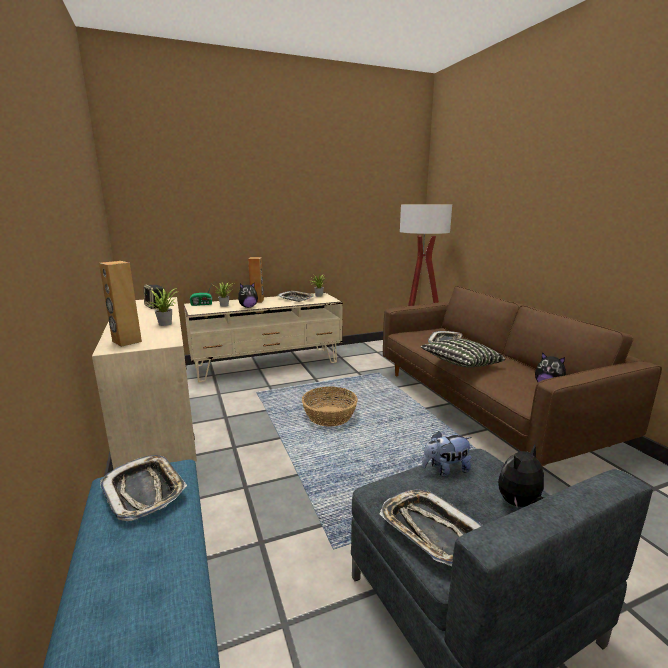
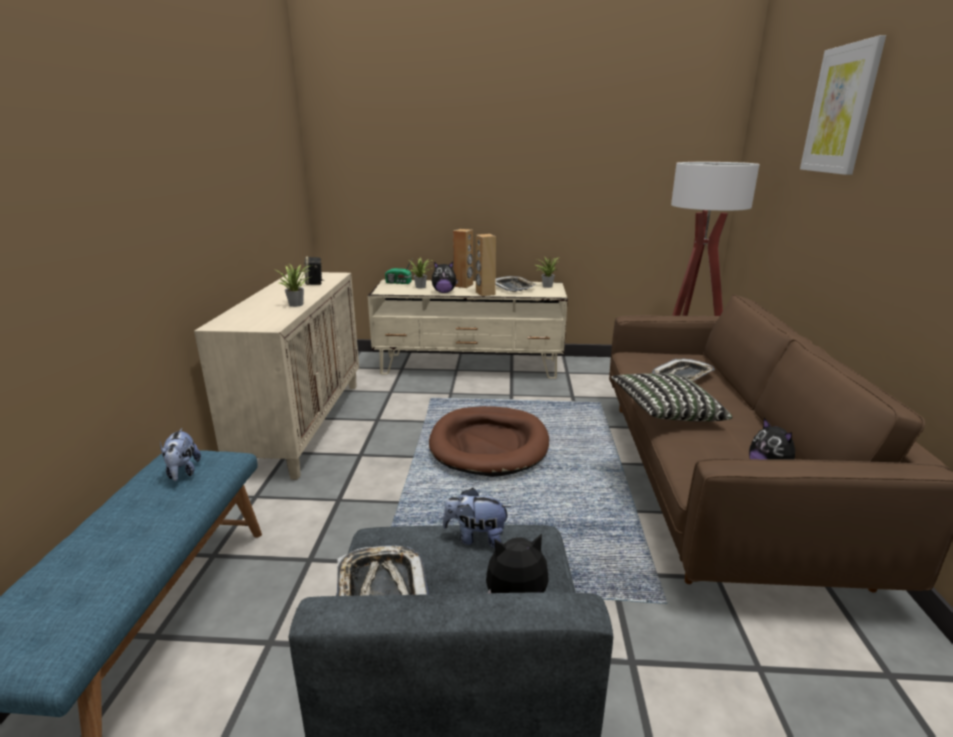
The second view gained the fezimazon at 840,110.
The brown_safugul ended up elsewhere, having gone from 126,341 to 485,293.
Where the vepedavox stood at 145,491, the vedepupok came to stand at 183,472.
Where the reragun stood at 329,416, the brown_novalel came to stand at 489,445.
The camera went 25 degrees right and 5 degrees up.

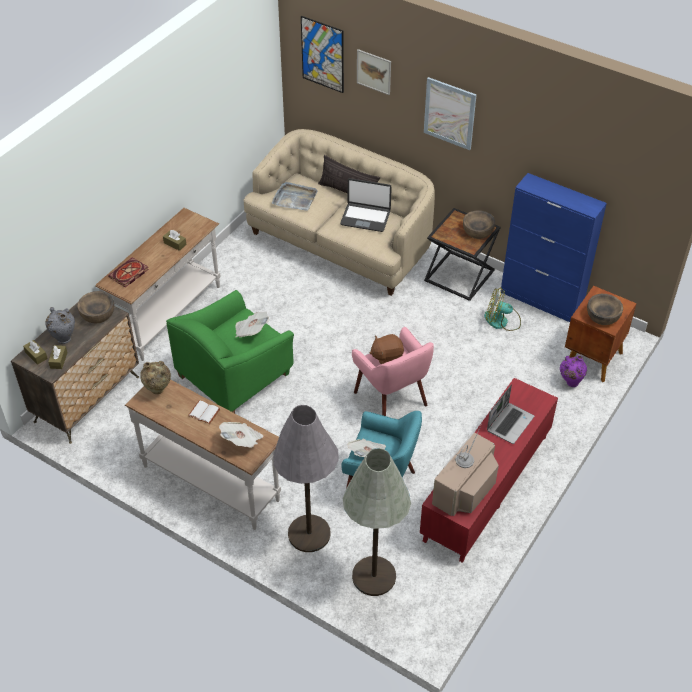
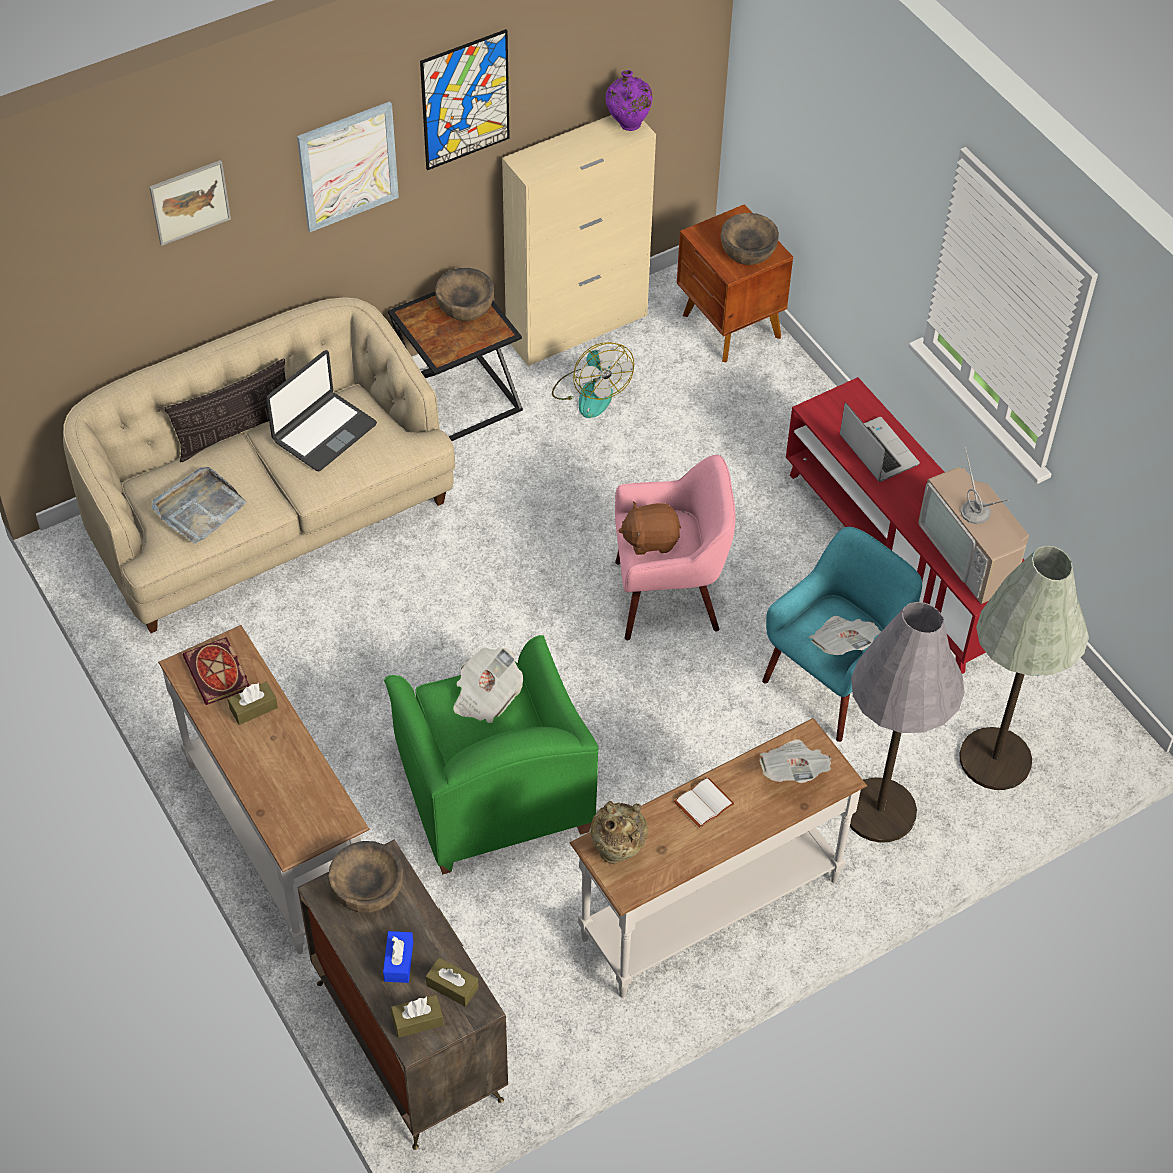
The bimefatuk ended up elsewhere, having gone from 128,274 to 219,674.
The fezimazon ended up elsewhere, having gone from 322,54 to 465,100.
The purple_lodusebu ended up elsewhere, having gone from 570,382 to 628,126.
Where the grey_lodusebu stood at 64,338, the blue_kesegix came to stand at 398,961.
What was the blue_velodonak at 541,300 turned into the beige_velodonak at 577,326.
The brown_vedepupok at 386,356 ended up facing another way, 75 degrees clockwise from before.
The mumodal at 501,321 ended up facing another way, 60 degrees counterclockwise from before.
The camera went 65 degrees left and 5 degrees up.

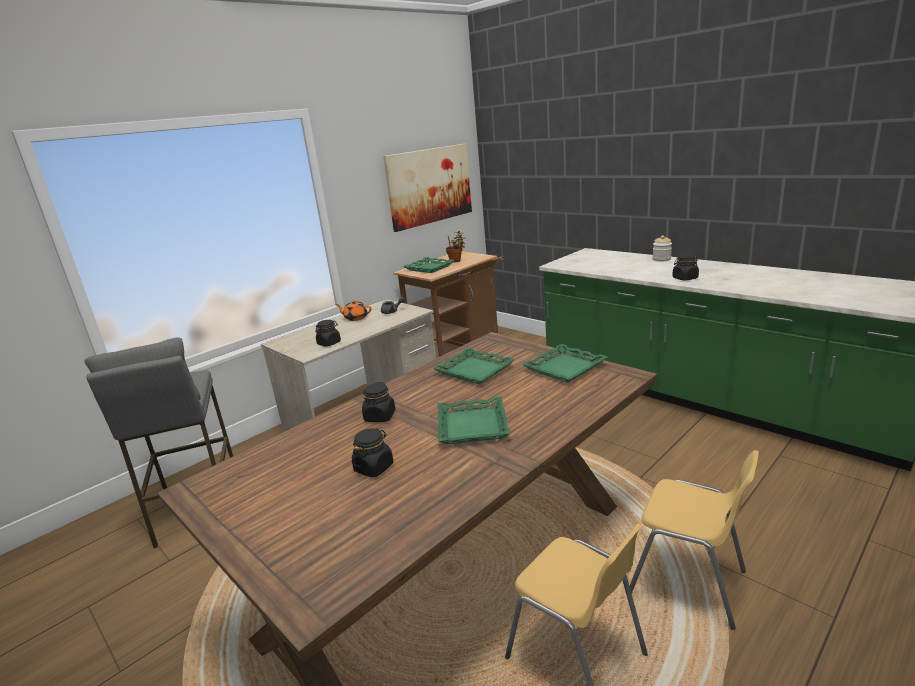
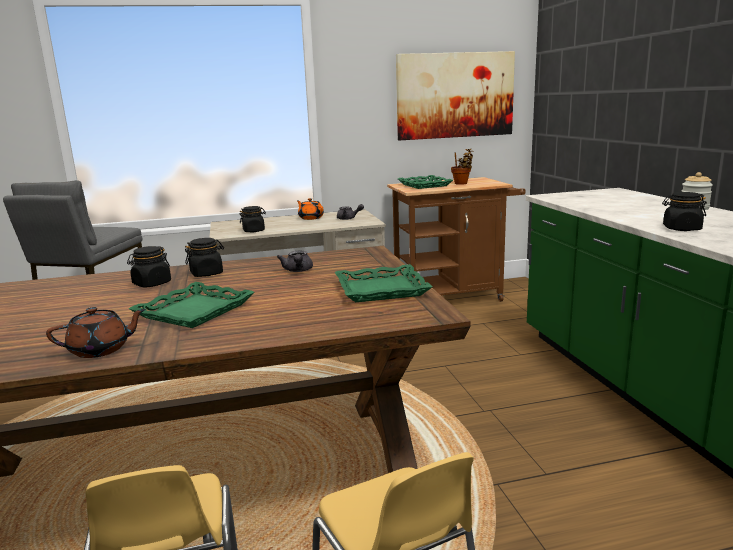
The second view gained the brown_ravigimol at 101,349.
The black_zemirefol ended up elsewhere, having gone from 374,467 to 207,273.
Where the green_vepedavox stood at 475,370, the grey_ravigimol came to stand at 298,271.
The camera went 30 degrees right and 5 degrees down.

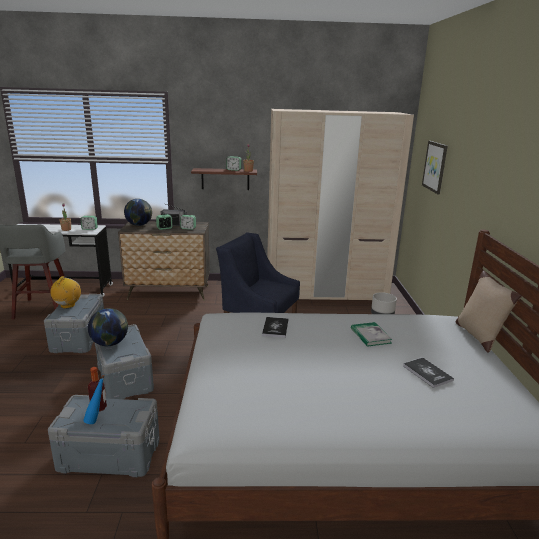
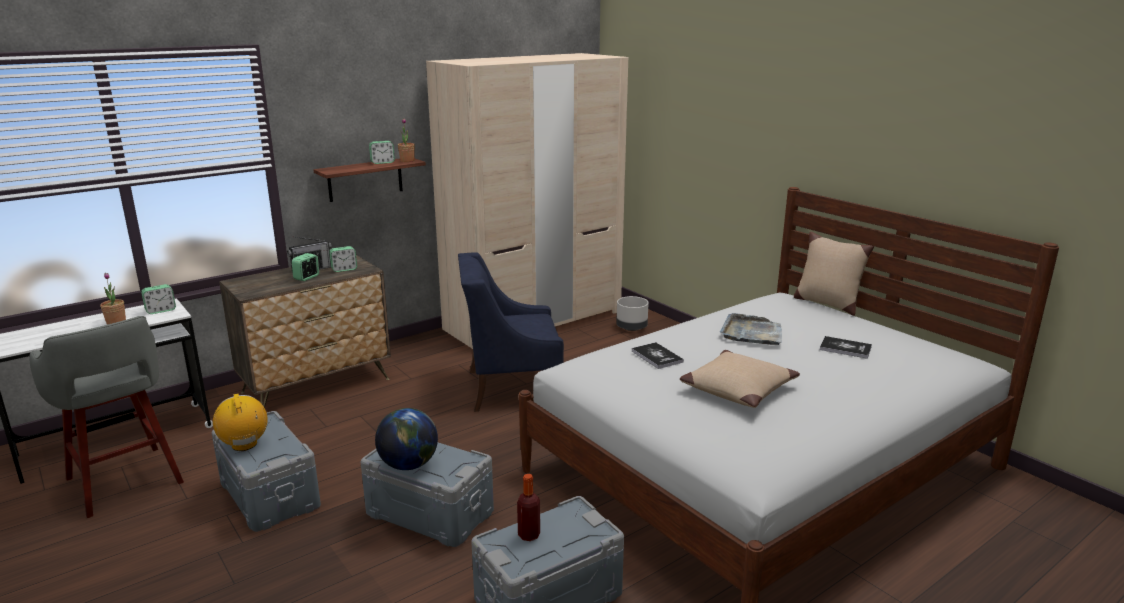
The second view lost the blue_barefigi at 97,419.
The second view lost the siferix at 139,225.
The second view lost the fezimazon at 435,166.
The second view gained the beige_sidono at 737,389.
Where the bimefatuk stood at 370,336, the grey_vepedavox came to stand at 752,333.
The camera went 35 degrees left and 0 degrees up.

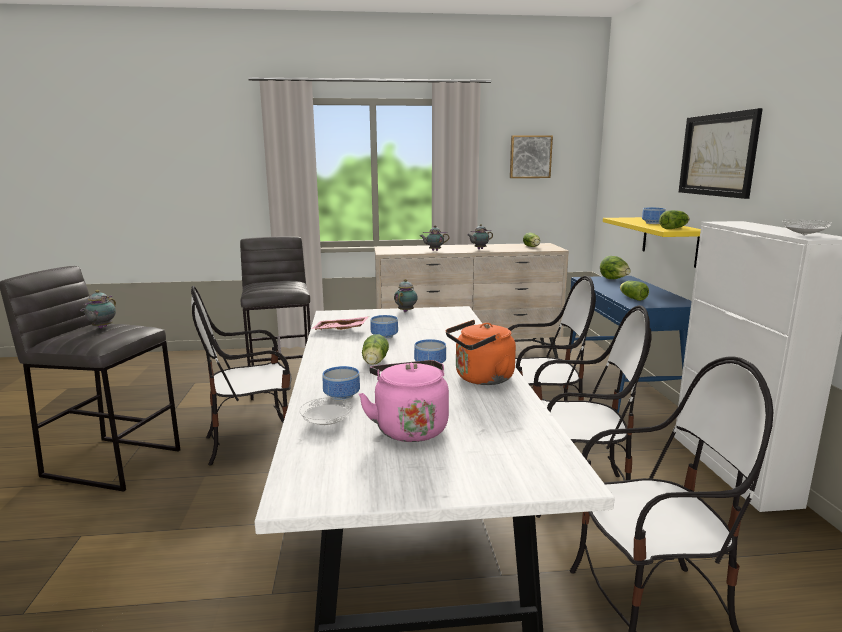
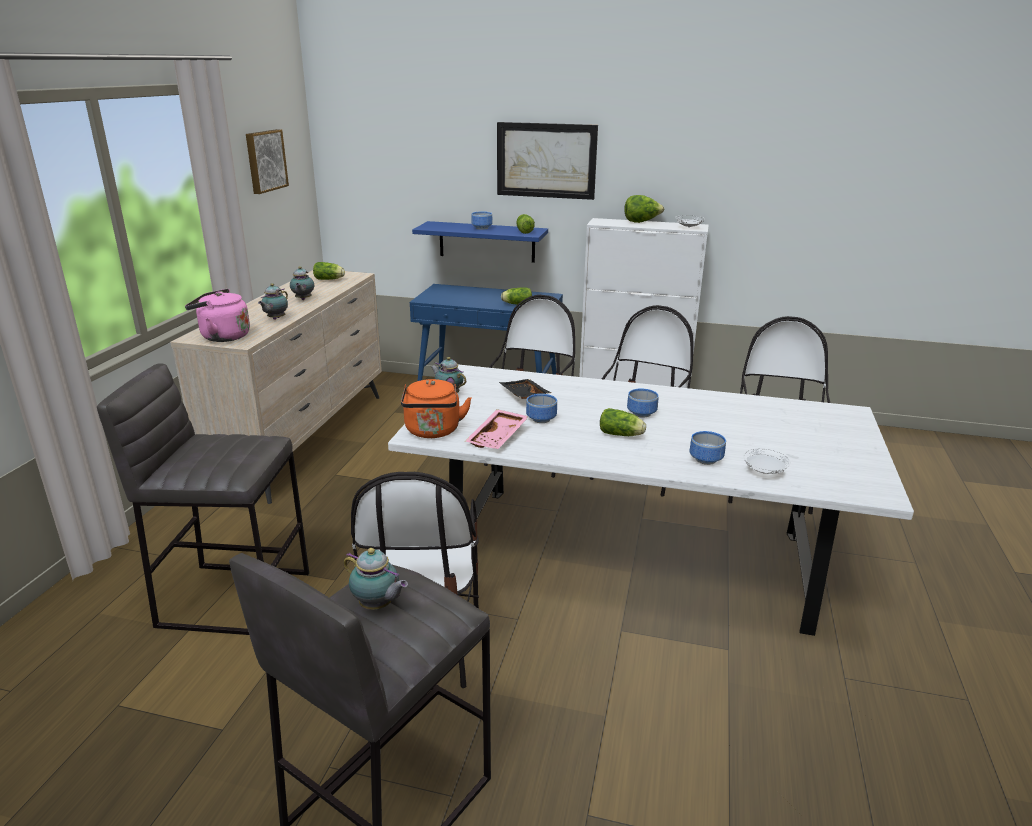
The second view gained the black_vepedavox at 523,396.
The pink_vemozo ended up elsewhere, having gone from 409,428 to 222,337.
The orange_vemozo ended up elsewhere, having gone from 481,379 to 433,432.
The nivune ended up elsewhere, having gone from 614,280 to 641,222.
What was the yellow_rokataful at 669,241 turned into the blue_rokataful at 486,242.
The camera went 70 degrees left and 10 degrees up.

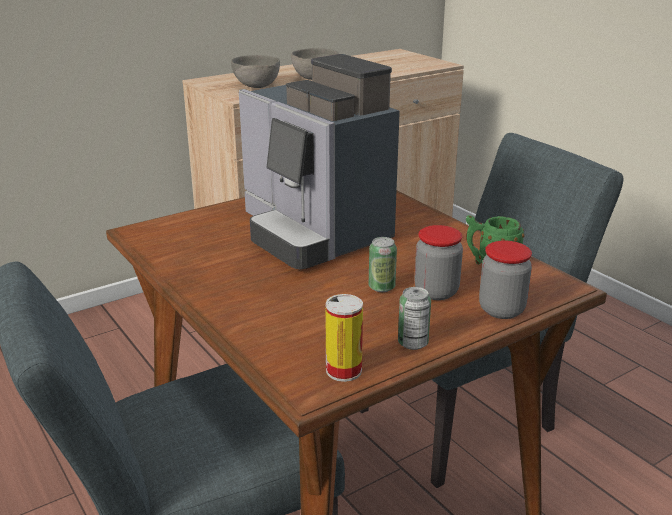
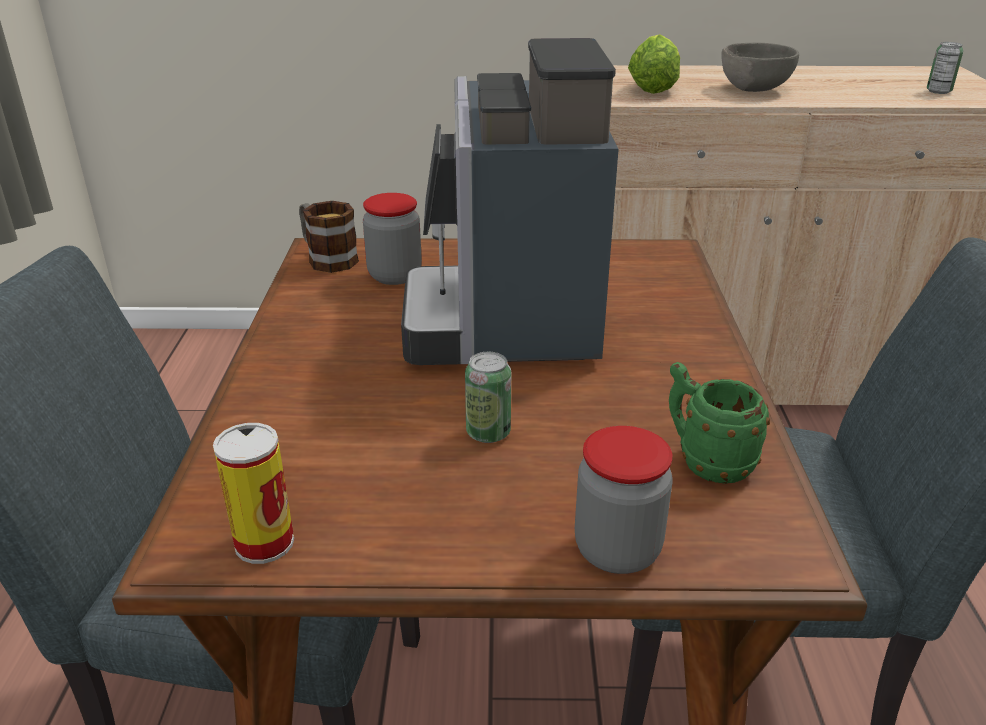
The second view gained the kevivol at 327,258.
The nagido ended up elsewhere, having gone from 413,343 to 938,91.
The zemirefol ended up elsewhere, having gone from 436,292 to 394,276.
Where the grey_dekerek stood at 256,86, the nivune came to stand at 653,88.
The camera went 35 degrees right and 5 degrees up.

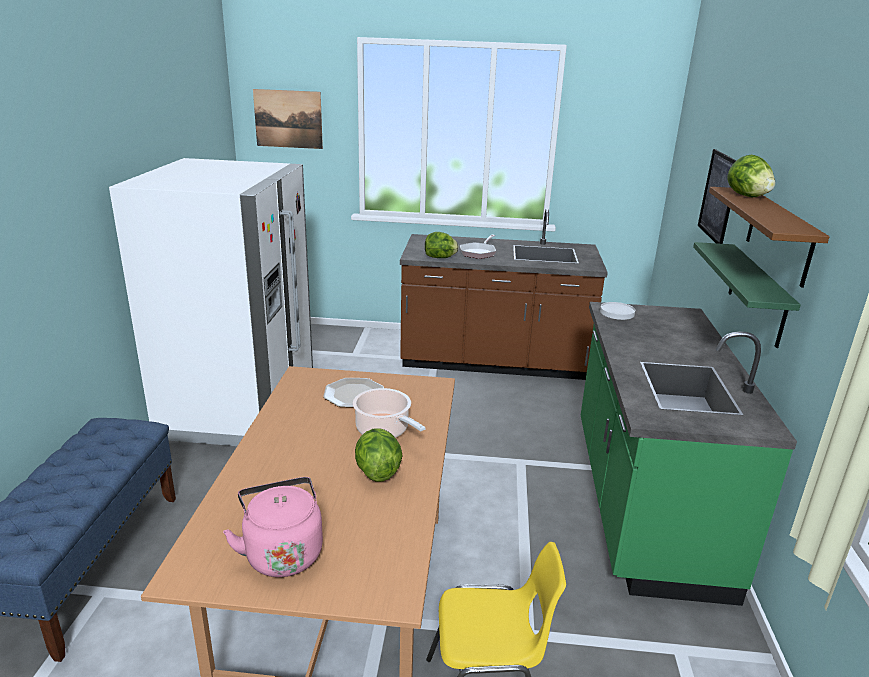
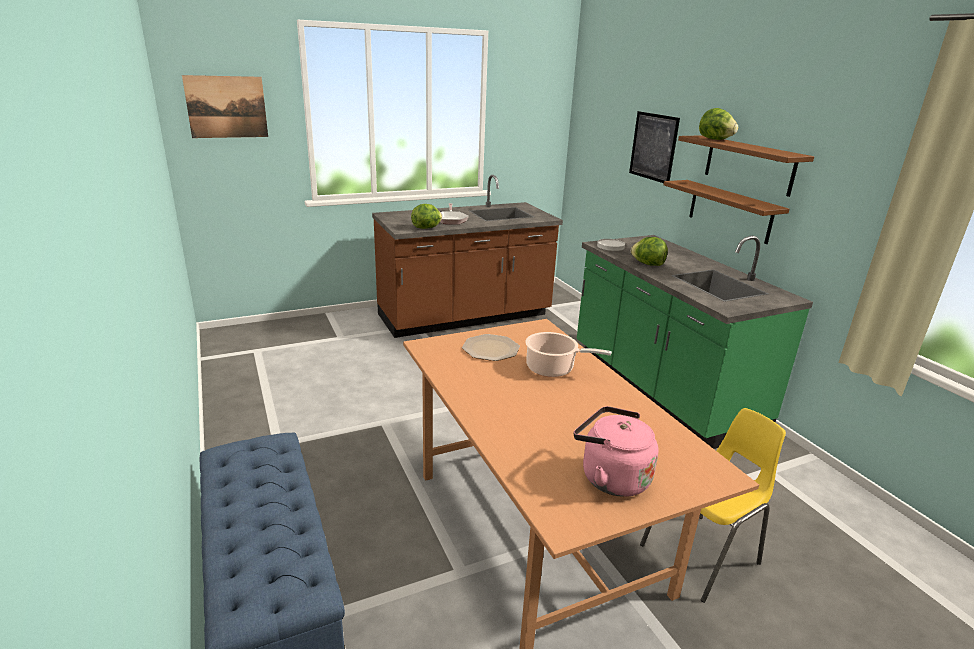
The second view lost the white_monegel at 240,408.
The nivune ended up elsewhere, having gone from 377,471 to 647,264.
What was the green_rokataful at 757,294 turned into the brown_rokataful at 729,211.
The camera went 30 degrees left and 0 degrees up.

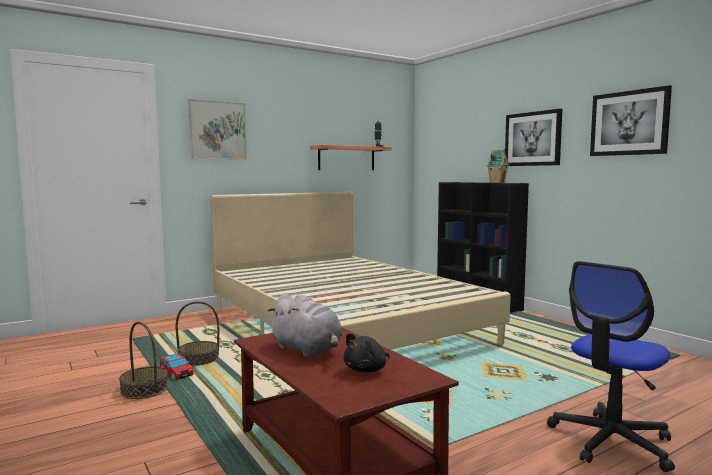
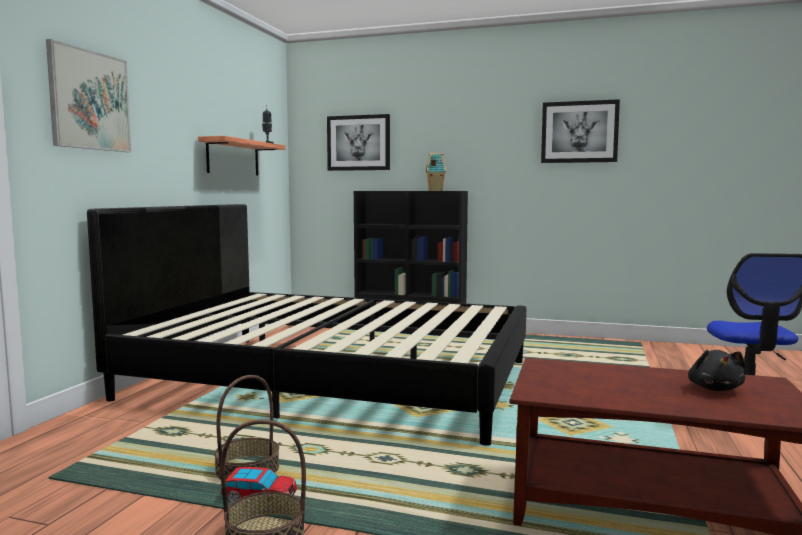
The second view lost the grey_vedepupok at 308,350.
The fezimazon ended up elsewhere, having gone from 533,139 to 358,143.
What was the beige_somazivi at 344,325 turned into the black_somazivi at 333,379.
The camera went 40 degrees left and 0 degrees up.

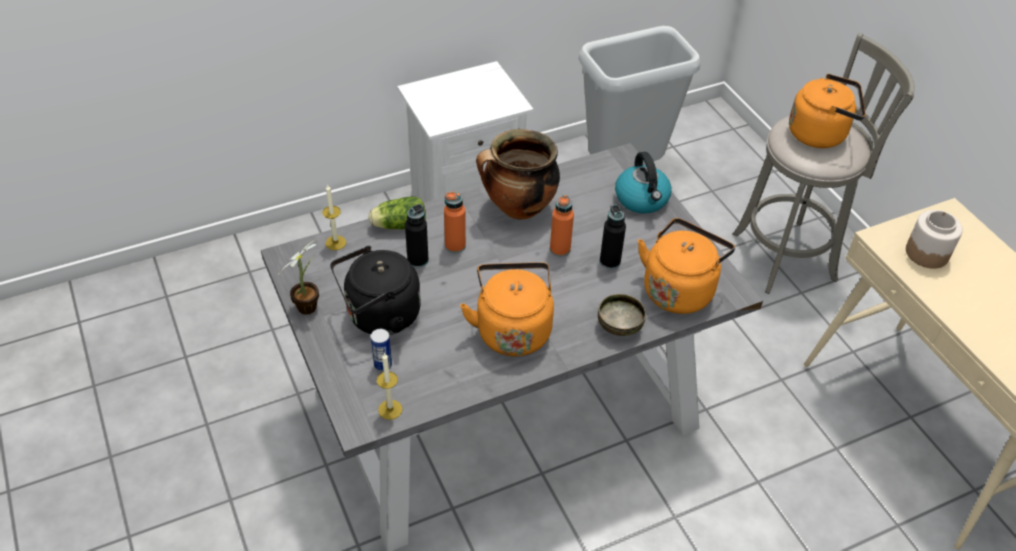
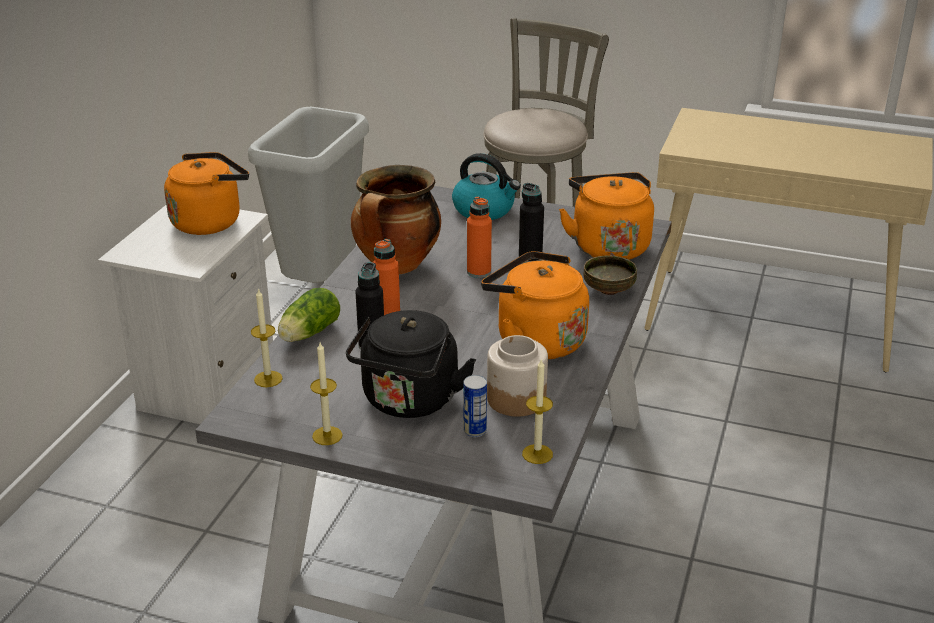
The orange_vemozo ended up elsewhere, having gone from 820,134 to 210,221.
The zemirefol ended up elsewhere, having gone from 927,253 to 516,399.
Where the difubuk stood at 310,305, the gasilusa came to stand at 327,436.
The camera went 45 degrees left and 15 degrees down.

